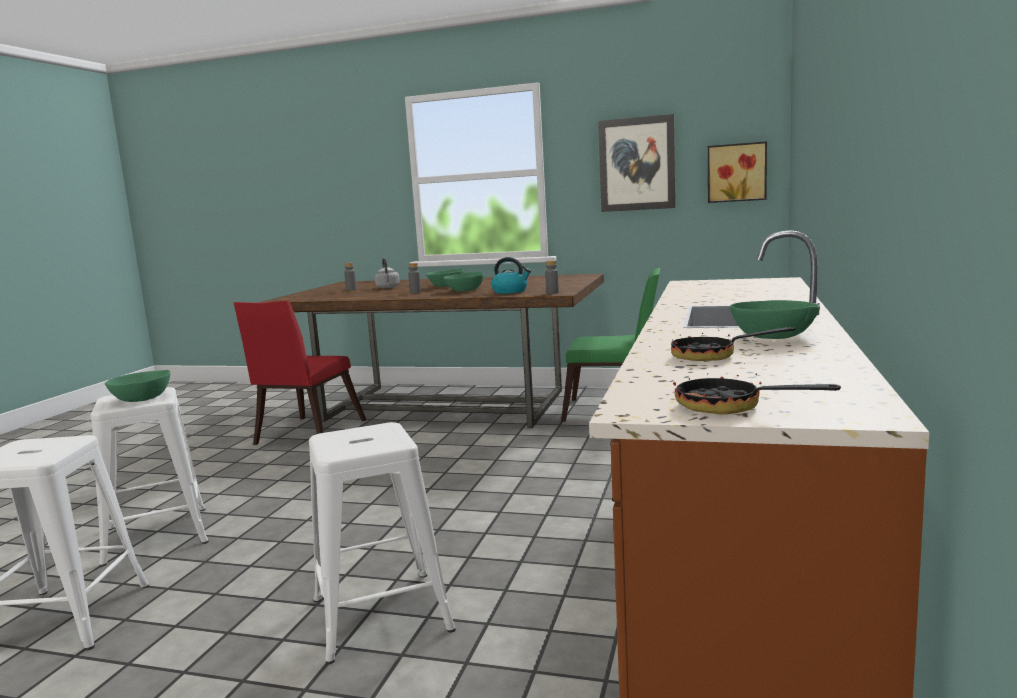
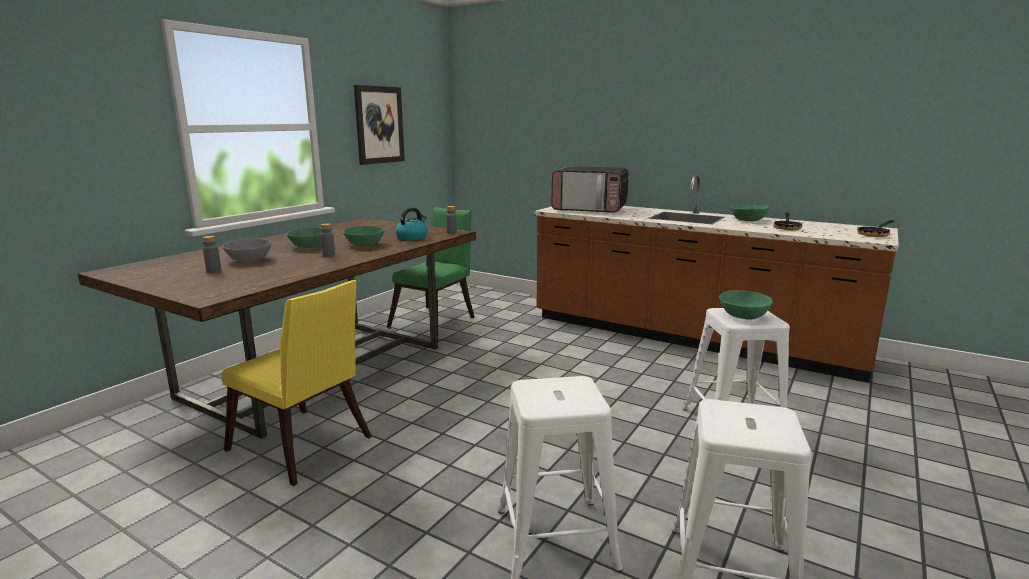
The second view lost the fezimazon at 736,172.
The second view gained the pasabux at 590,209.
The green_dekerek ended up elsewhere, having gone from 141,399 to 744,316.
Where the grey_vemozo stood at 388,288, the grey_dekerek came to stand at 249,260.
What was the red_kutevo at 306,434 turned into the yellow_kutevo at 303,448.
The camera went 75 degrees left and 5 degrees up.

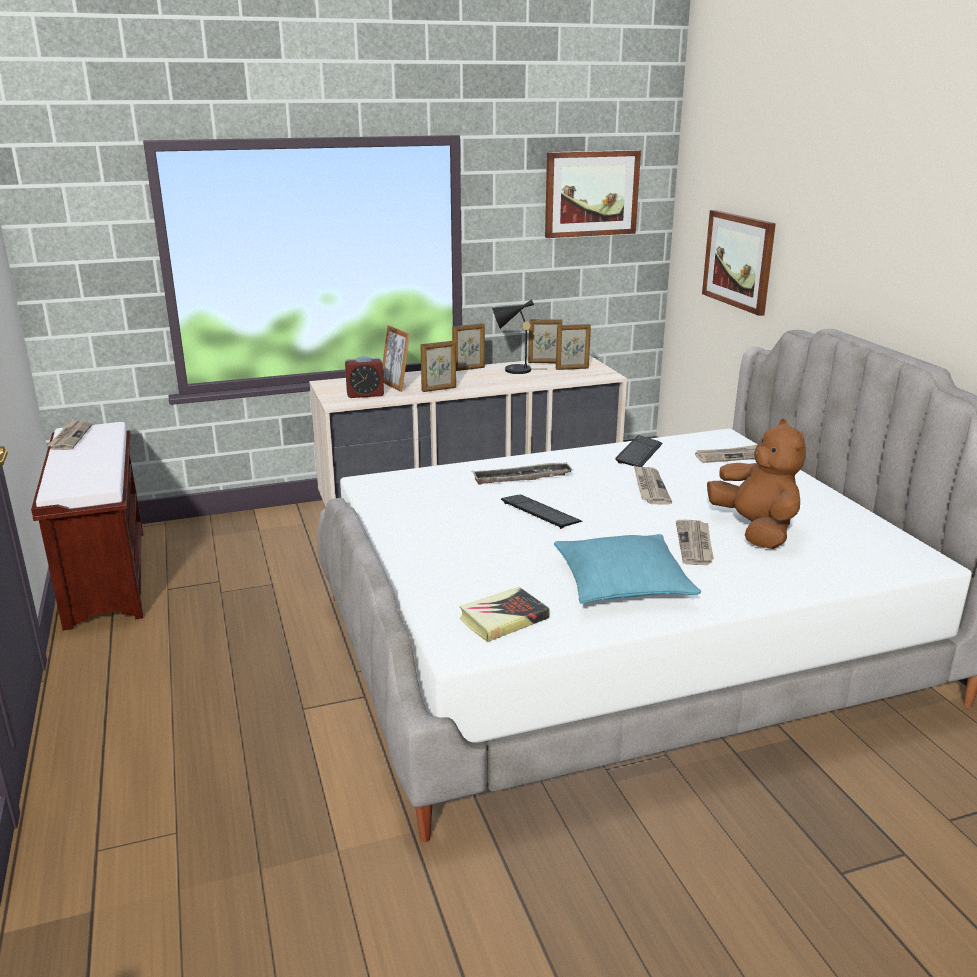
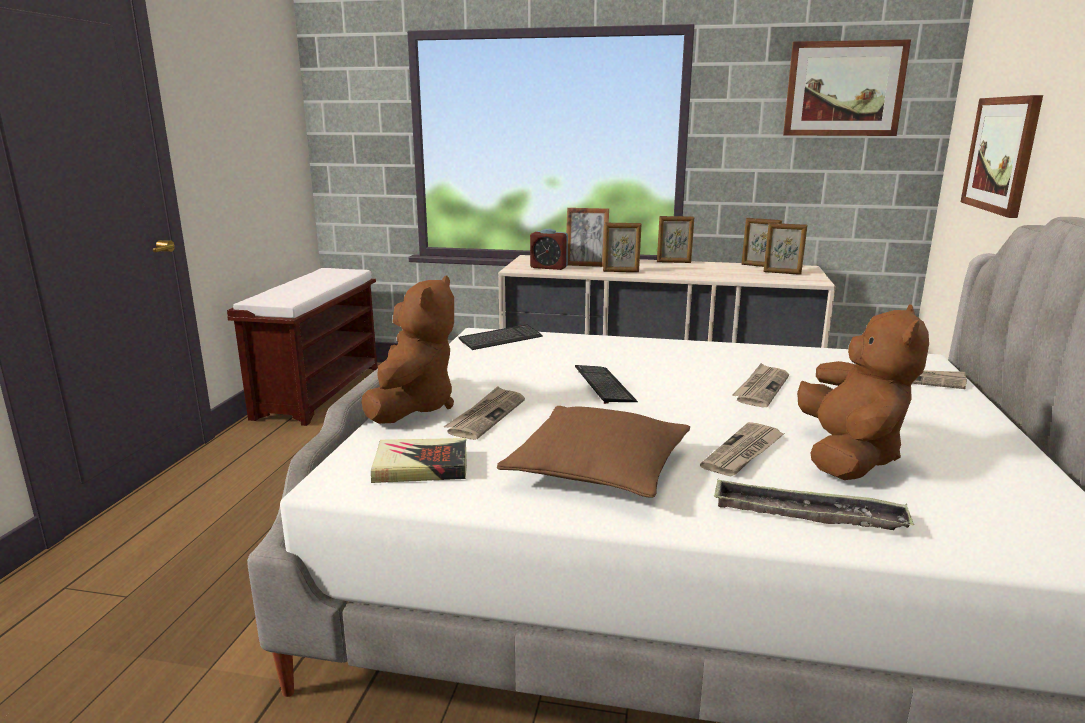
The second view lost the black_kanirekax at 513,370.
The second view gained the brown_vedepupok at 412,406.
The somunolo ended up elsewhere, having gone from 70,437 to 486,416.
The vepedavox ended up elsewhere, having gone from 522,478 to 807,514.
The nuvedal ended up elsewhere, having gone from 639,453 to 500,339.
What was the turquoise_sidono at 622,583 turned into the brown_sidono at 598,468.
The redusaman at 395,385 ended up facing another way, 75 degrees counterclockwise from before.
The camera went 30 degrees right and 5 degrees down.

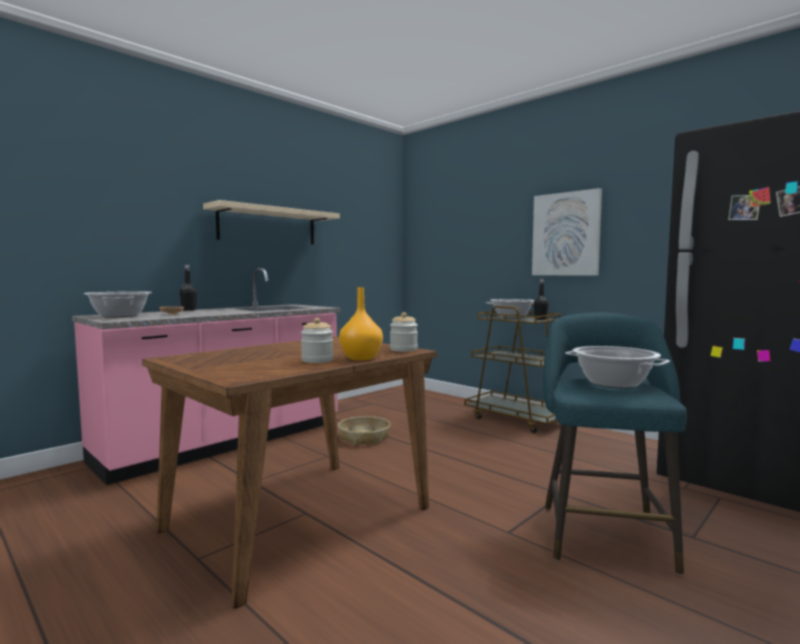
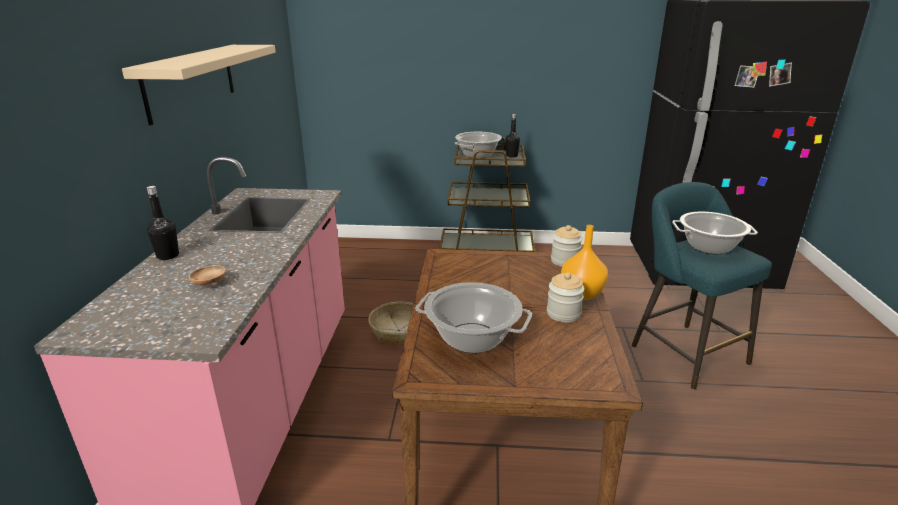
The second view lost the fezimazon at 566,234.
The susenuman ended up elsewhere, having gone from 120,316 to 473,338.
The camera went 40 degrees left and 20 degrees up.

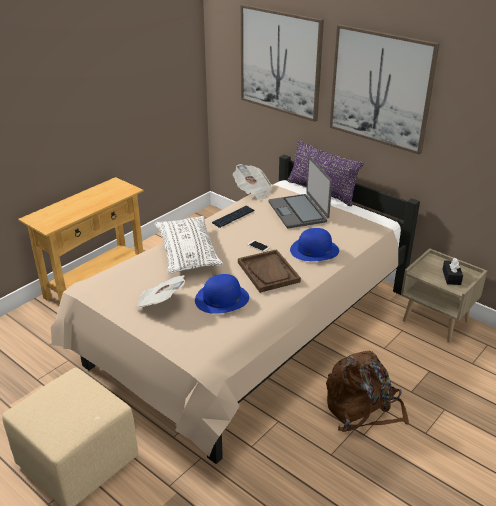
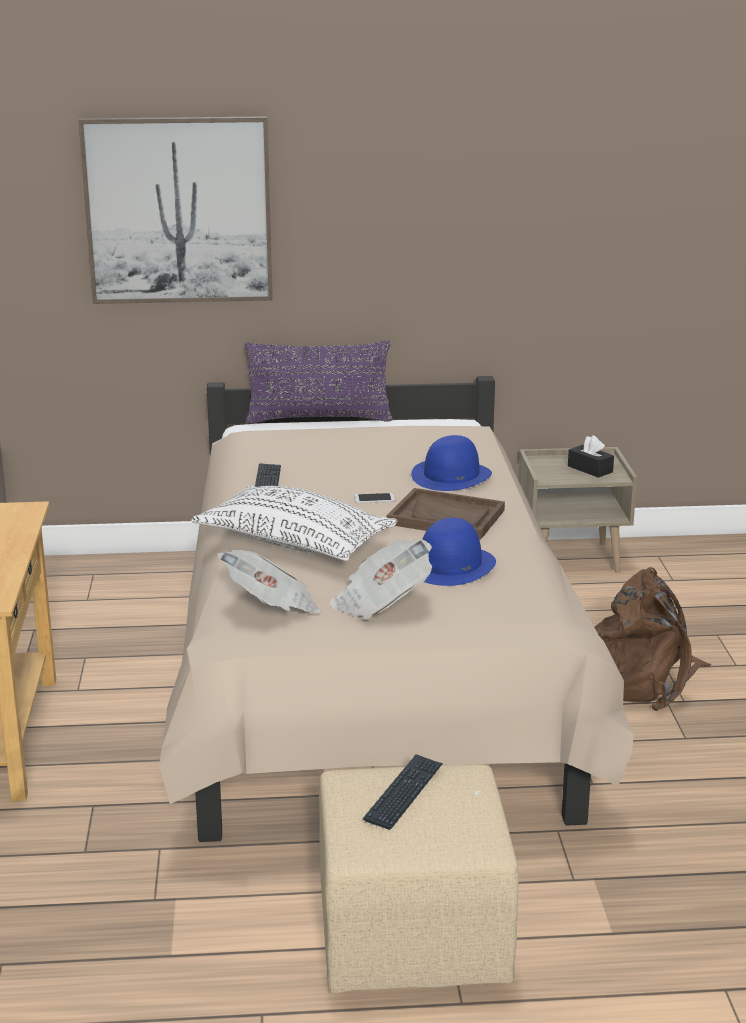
The second view lost the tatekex at 298,212.
The second view lost the fezimazon at 380,88.
The second view gained the nuvedal at 404,793.
The somunolo ended up elsewhere, having gone from 253,191 to 272,606.
The camera went 45 degrees left and 10 degrees down.

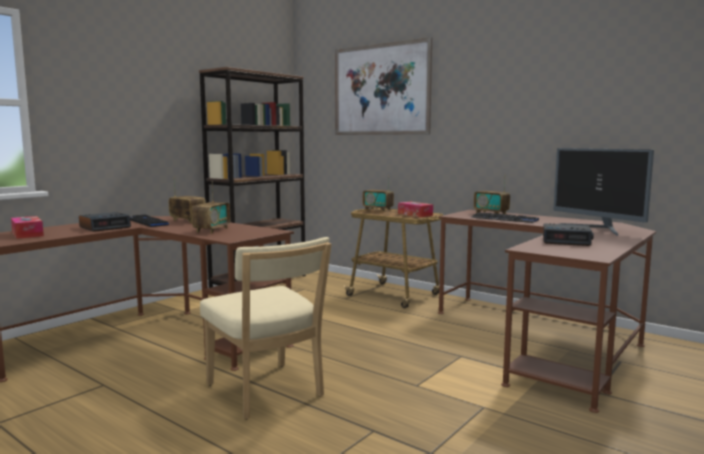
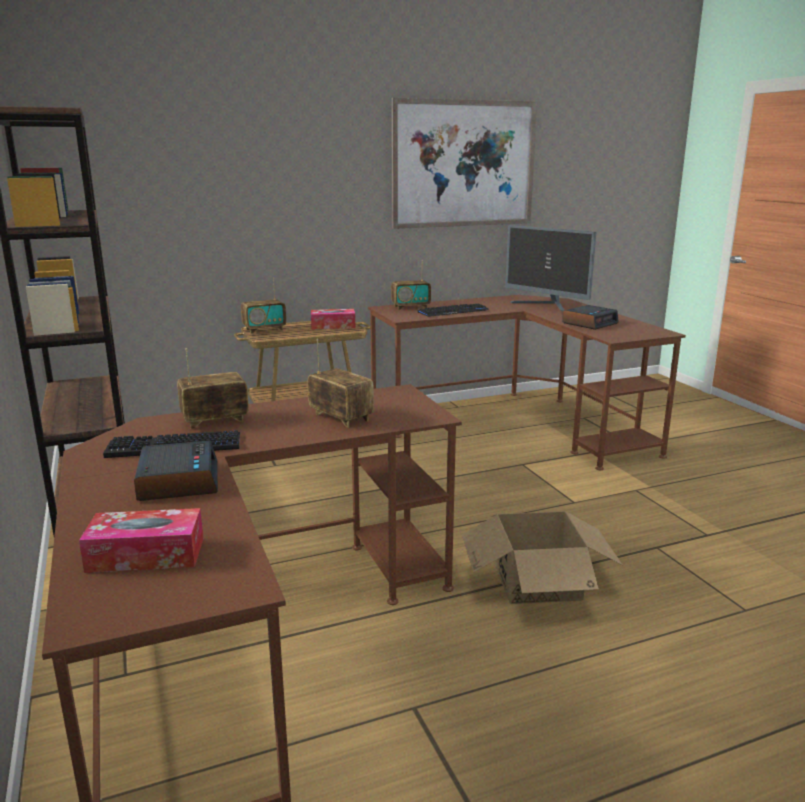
The fezimazon ended up elsewhere, having gone from 380,89 to 464,164.
Where the beige_kutevo stood at 267,393, the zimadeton came to stand at 537,581.
The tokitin at 598,229 ended up facing another way, 45 degrees clockwise from before.
The camera went 60 degrees left and 10 degrees up.

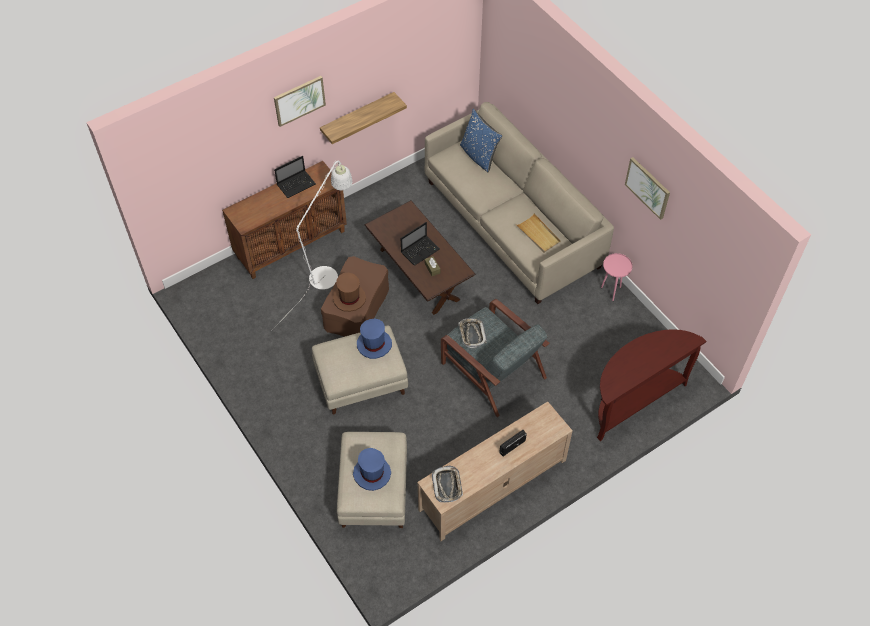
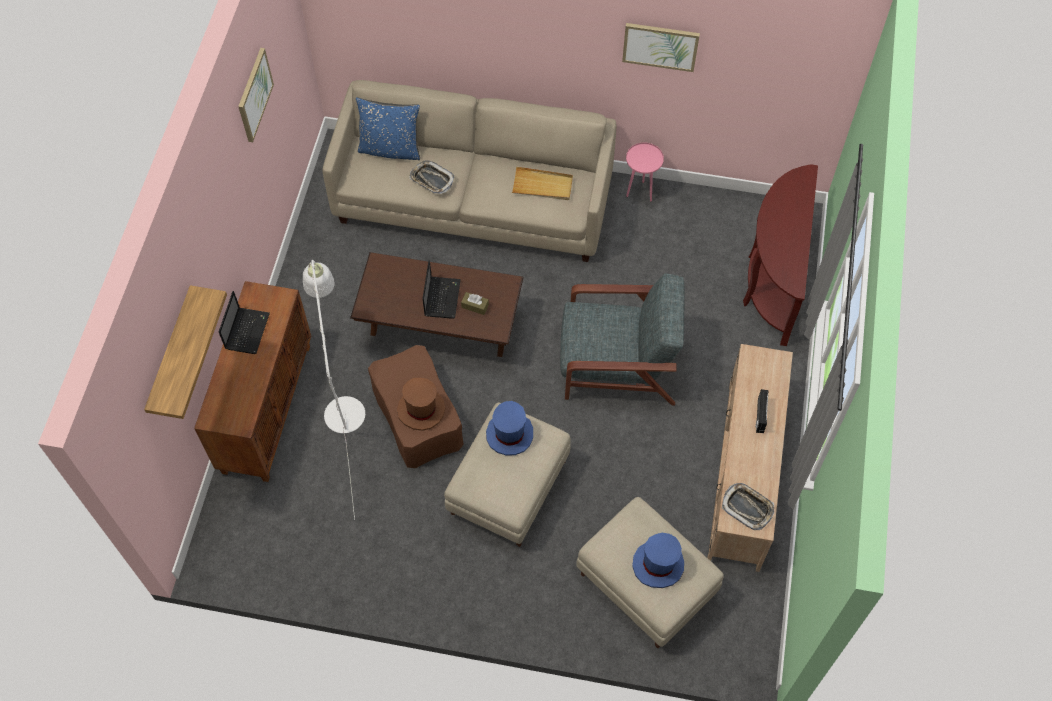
The fezimazon ended up elsewhere, having gone from 299,100 to 254,94.
The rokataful ended up elsewhere, having gone from 357,117 to 171,354.
The vepedavox ended up elsewhere, having gone from 472,334 to 432,179.
The camera went 45 degrees left and 5 degrees up.

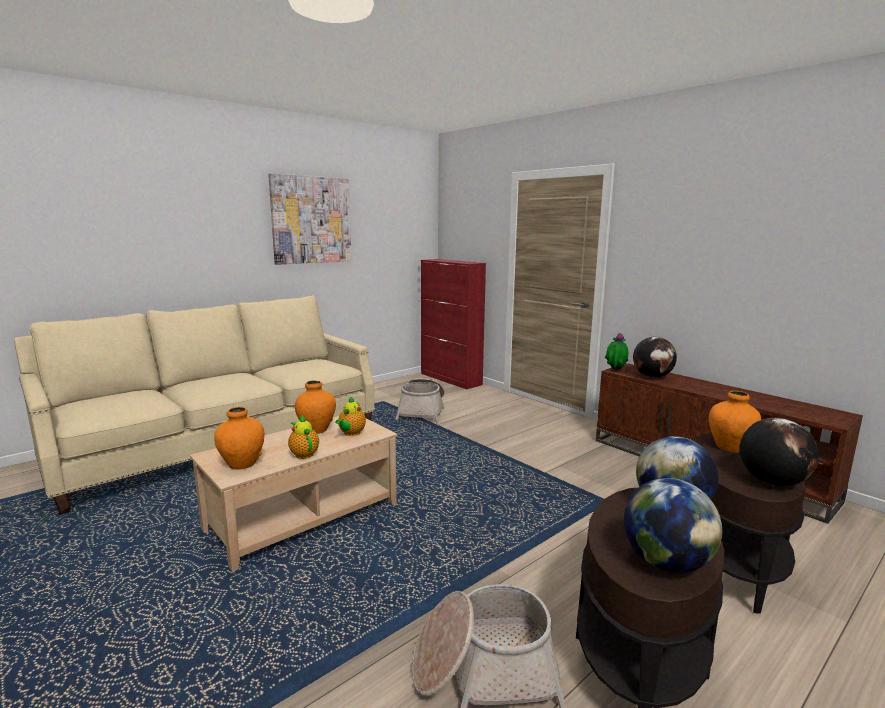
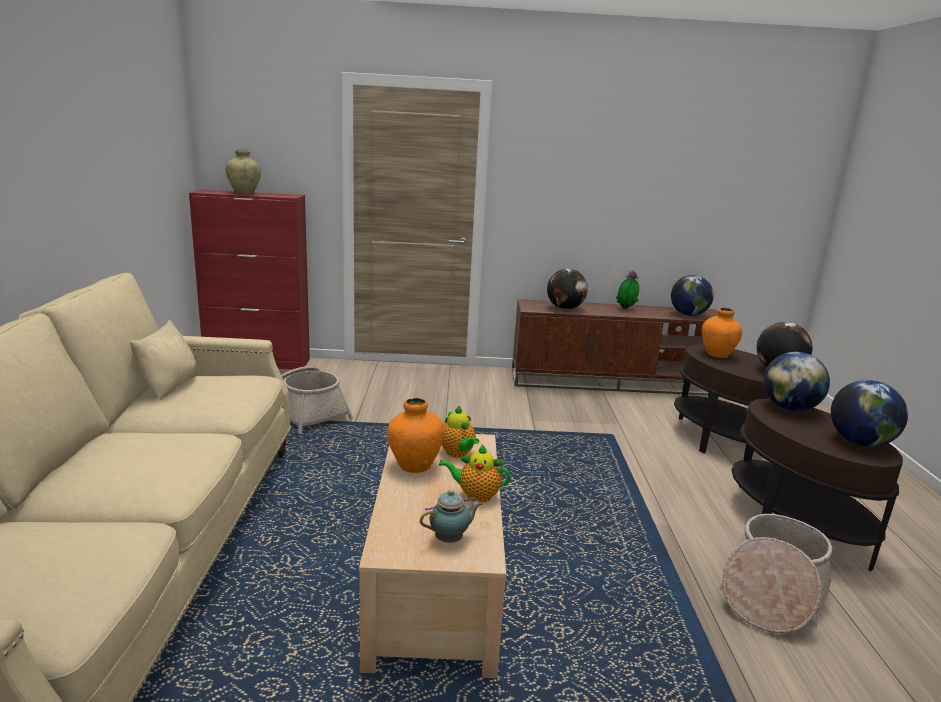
The second view lost the fezimazon at 311,220.
The second view gained the beige_sidono at 169,386.
The second view gained the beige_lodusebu at 244,193.
The second view gained the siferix at 688,315.
The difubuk ended up elsewhere, having gone from 615,370 to 625,309.
Where the orange_lodusebu stood at 242,464, the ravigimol came to stand at 451,539.
The camera went 50 degrees left and 5 degrees up.

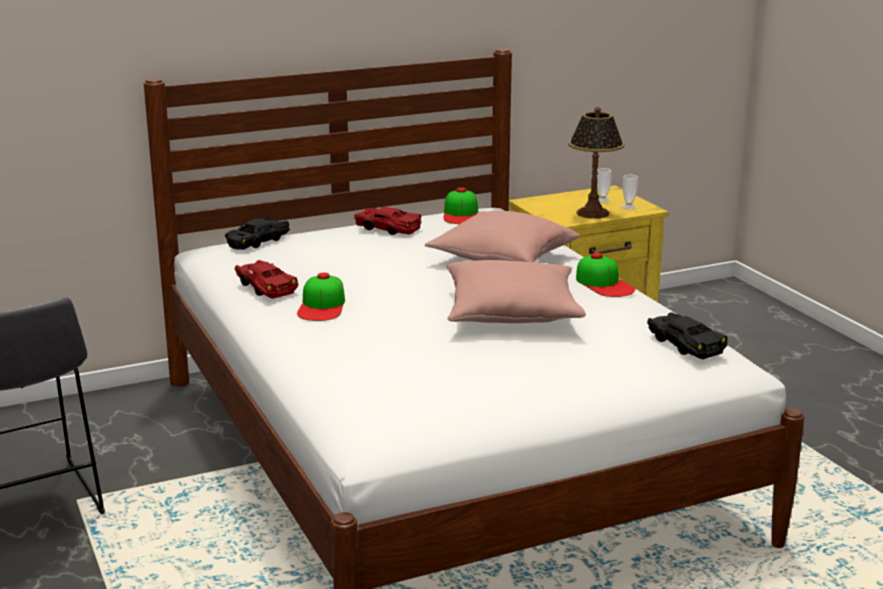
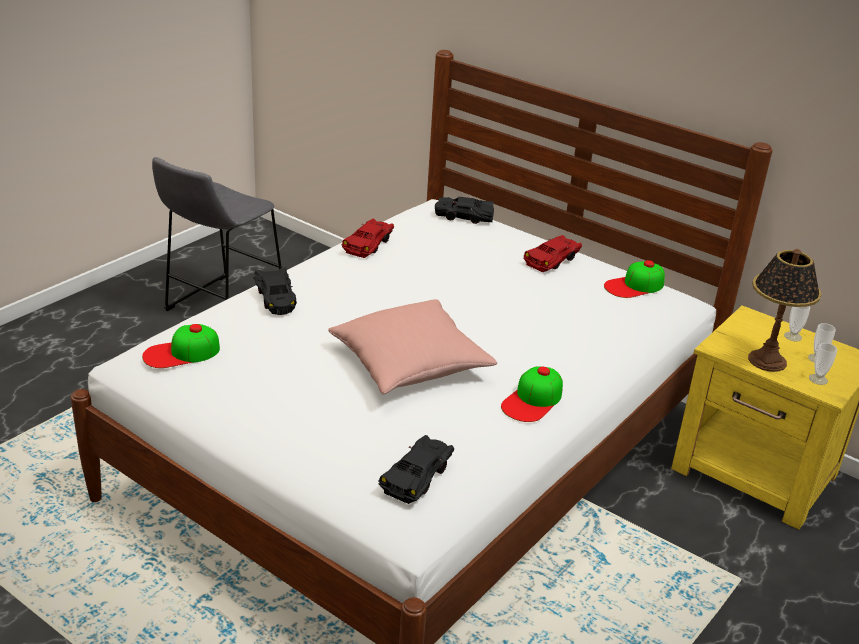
The second view lost the pink_sidono at 503,259.
The second view gained the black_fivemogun at 276,298.
The second view gained the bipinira at 792,336.
The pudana ended up elsewhere, having gone from 322,306 to 181,353.
The red_fivemogun at 387,228 ended up facing another way, 45 degrees clockwise from before.
The camera went 60 degrees right and 10 degrees up.

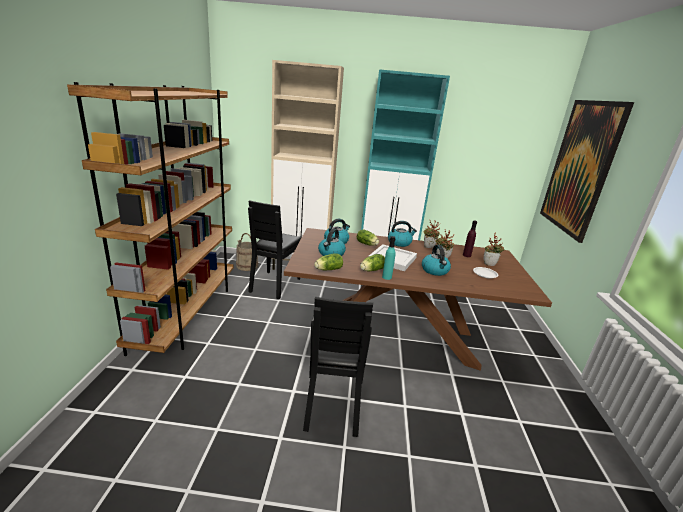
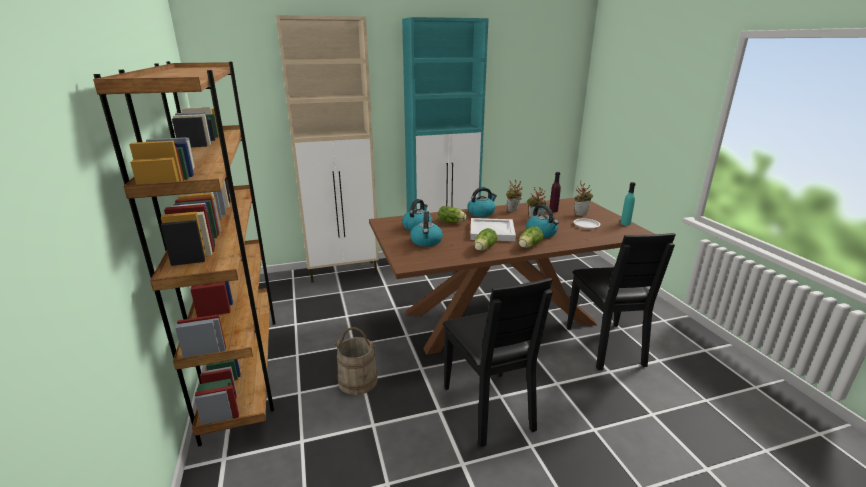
The second view lost the fezimazon at 580,168.
The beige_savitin ended up elsewhere, having gone from 247,266 to 358,381.
The black_kutevo ended up elsewhere, having gone from 274,284 to 605,345.
The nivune ended up elsewhere, having gone from 327,269 to 528,246.
The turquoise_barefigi ended up elsewhere, having gone from 387,277 to 625,223.
The camera went 20 degrees left and 0 degrees up.

